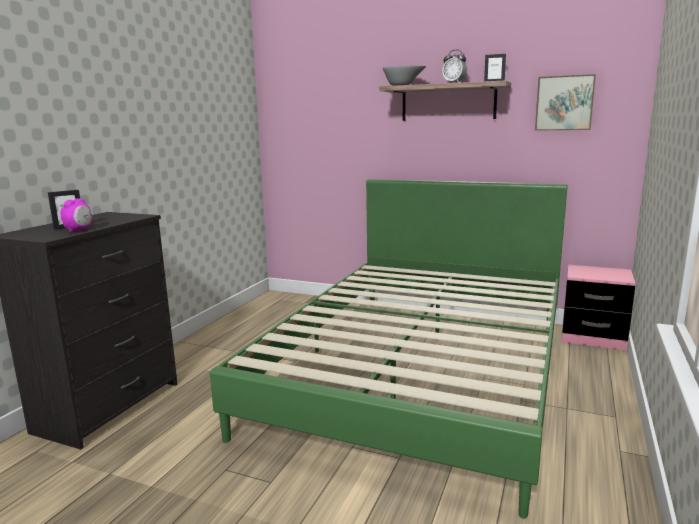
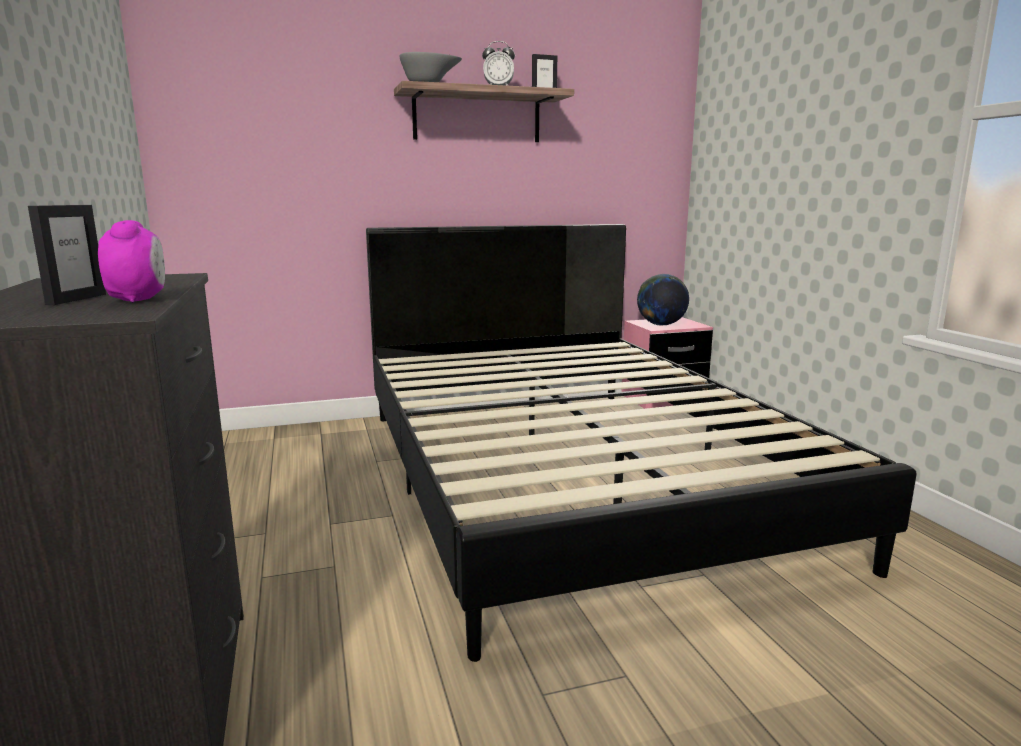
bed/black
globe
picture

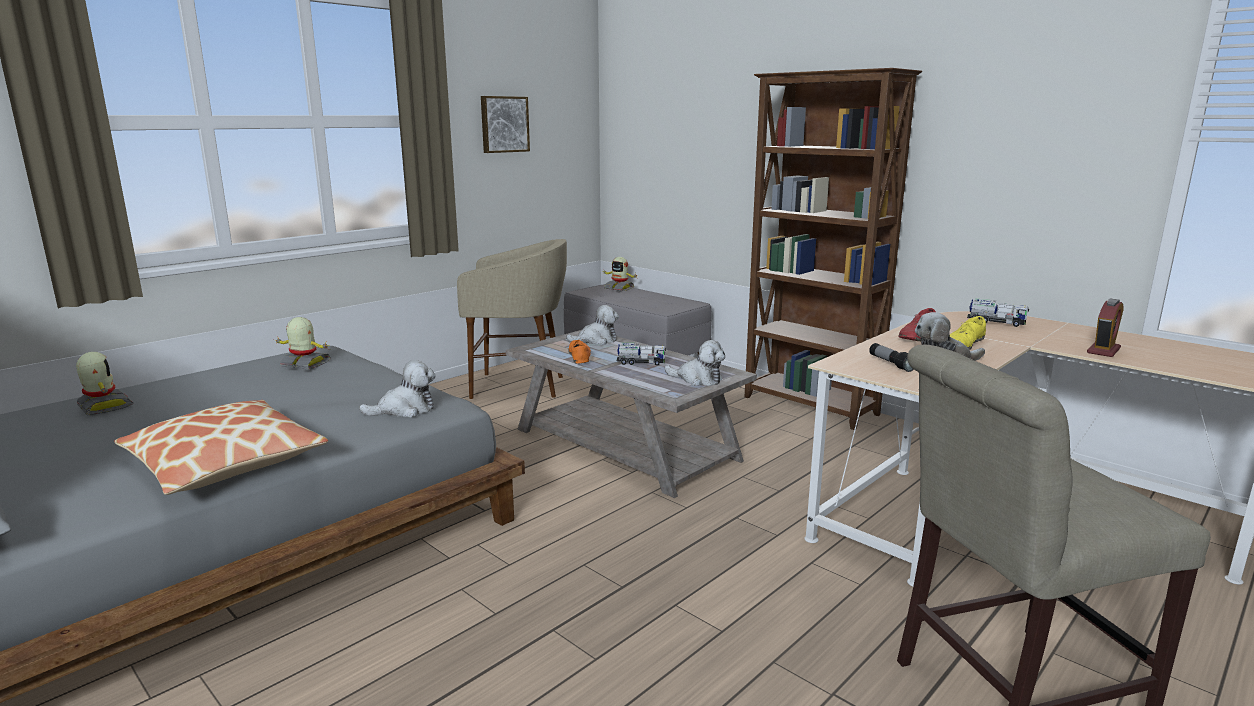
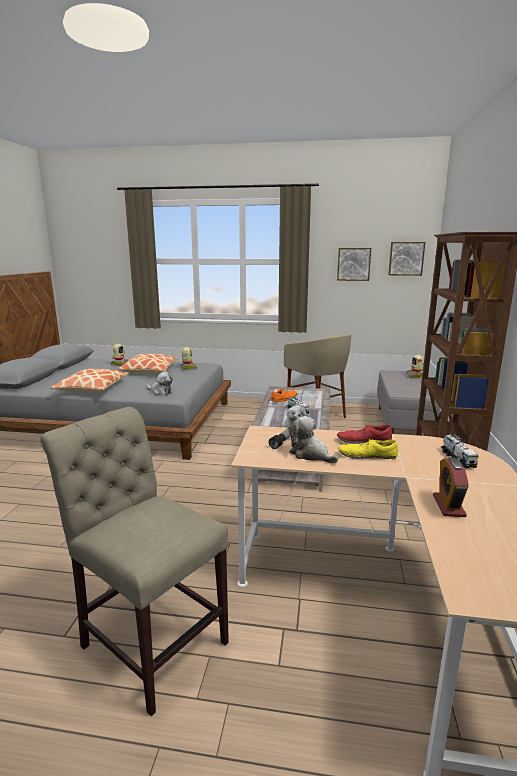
pillow (2nd from left)
picture (2nd from left)
alarm clock
plush toy (2nd from left in the first image)

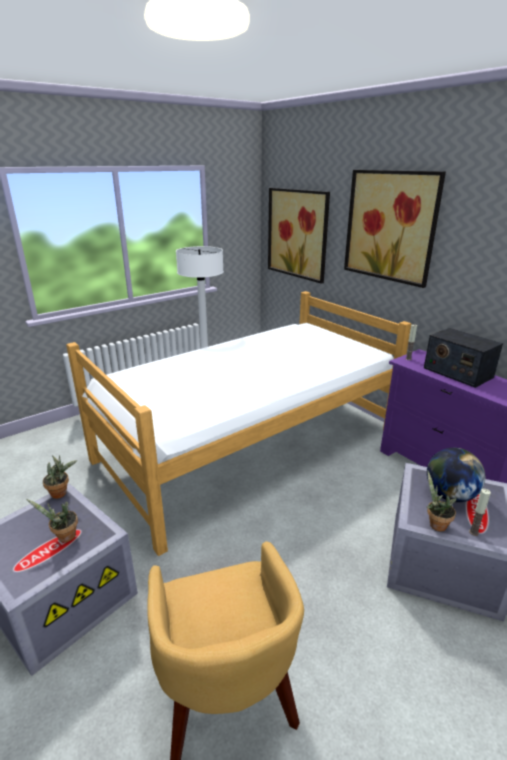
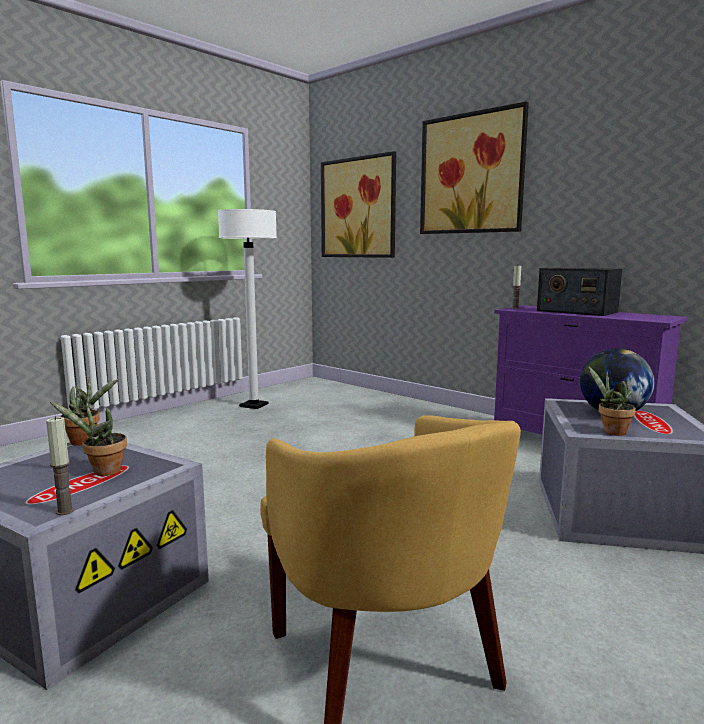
candle (1st from left)
bed

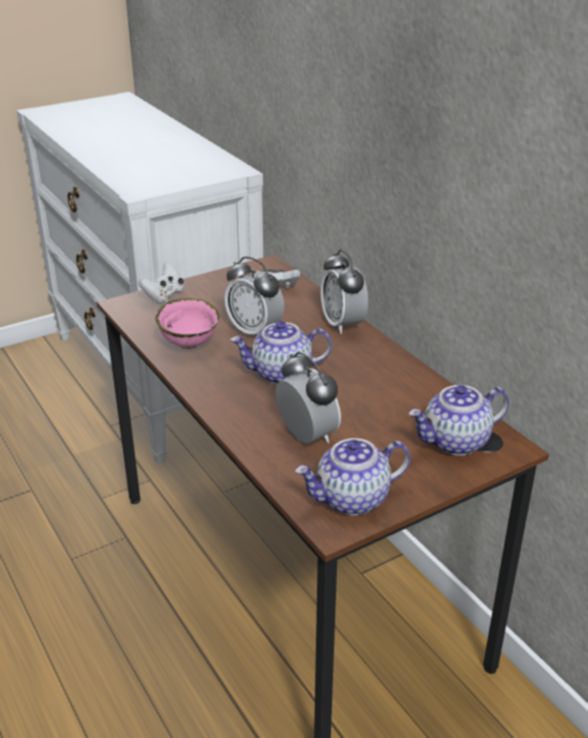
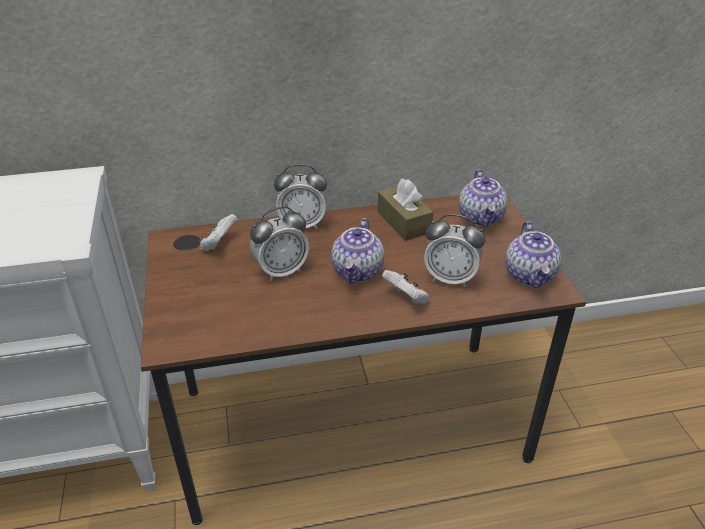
tissue box/brown
game controller/white (2nd from left)
alarm clock (3rd from left)
bowl/pink

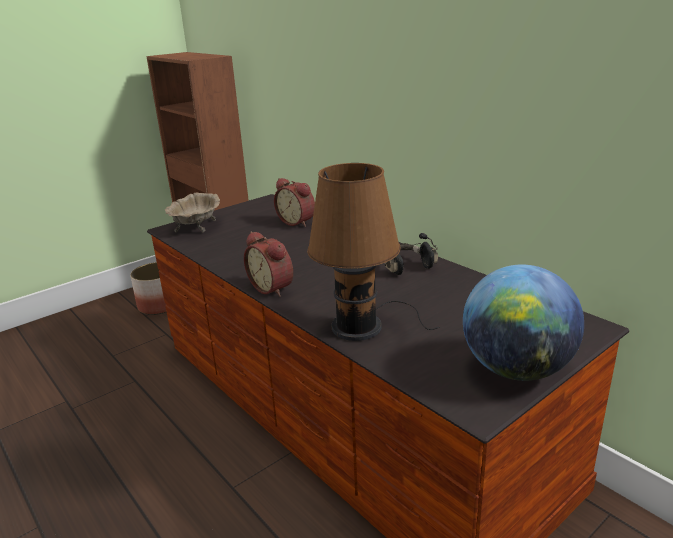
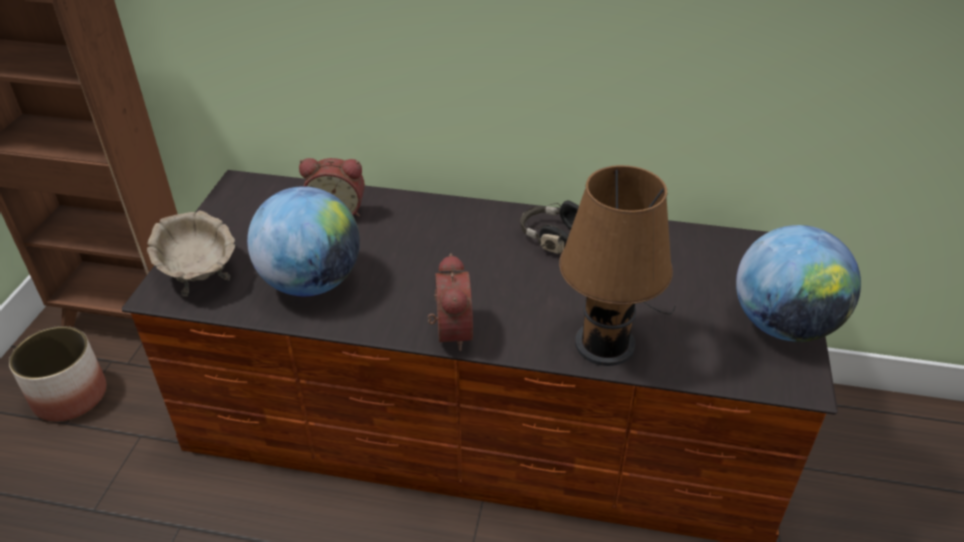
globe (1st from left)
alarm clock (2nd from left)

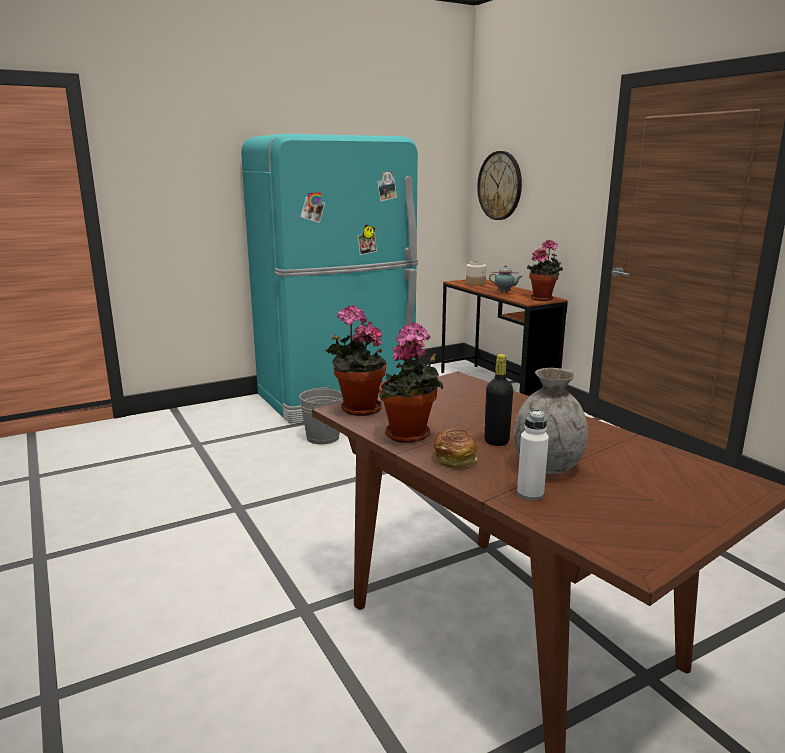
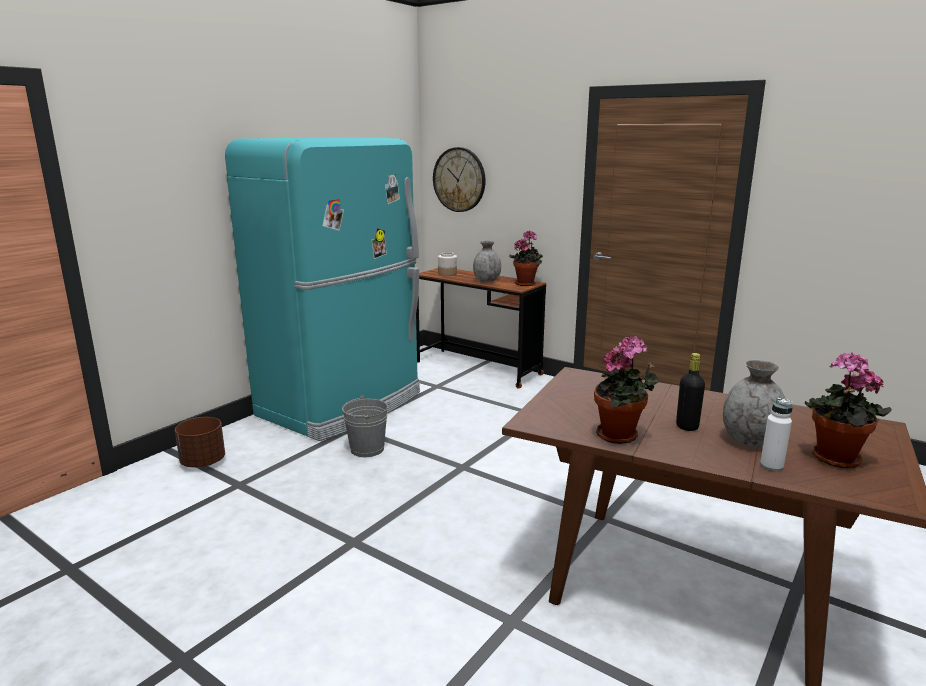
planter/brown
vase/grey (1st from left)
potted plant (3rd from left)
bread

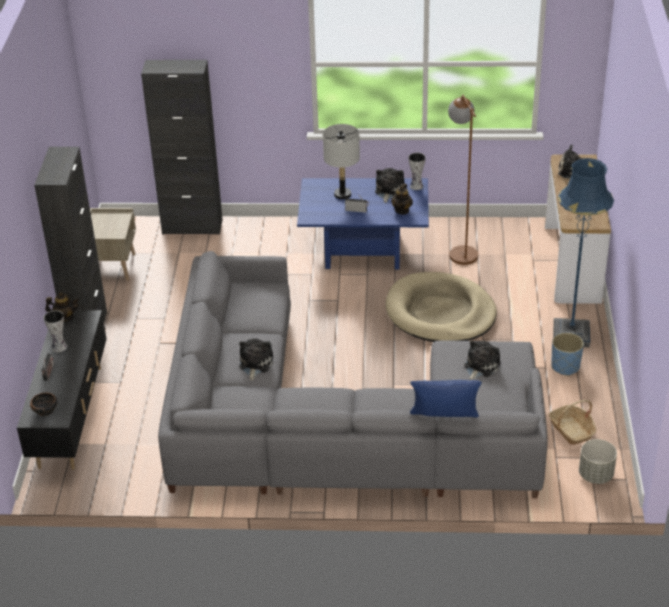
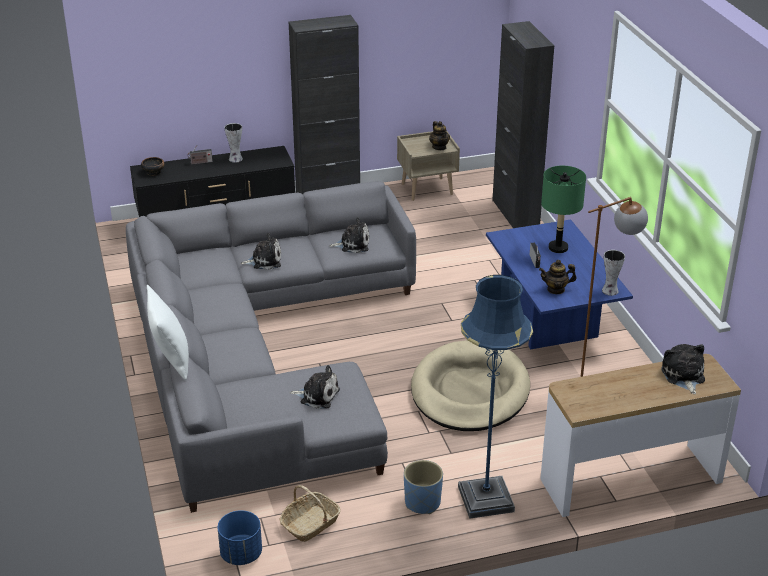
pillow/white
planter/blue (1st from left)
plush toy (3rd from left)
teapot (1st from left)
table lamp/green

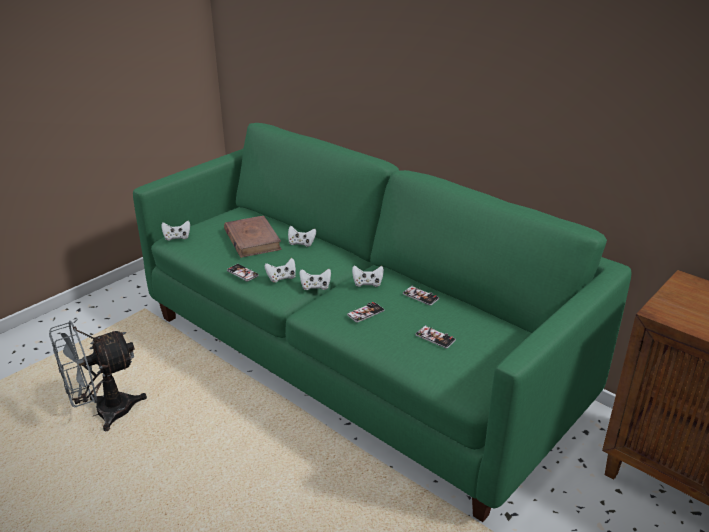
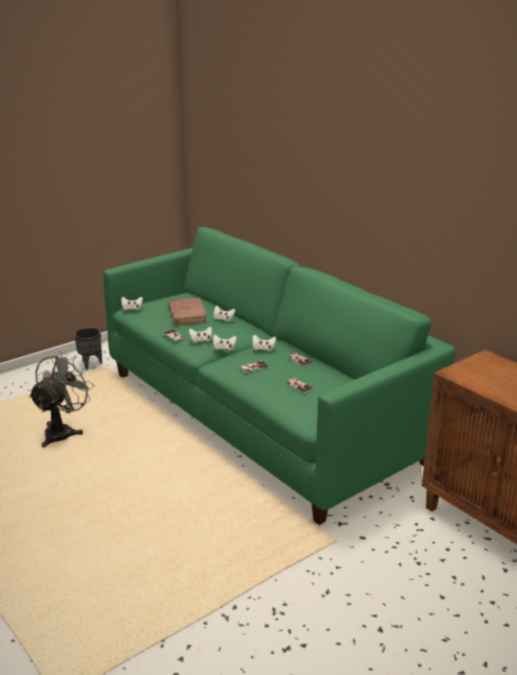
fan/grey
planter/black

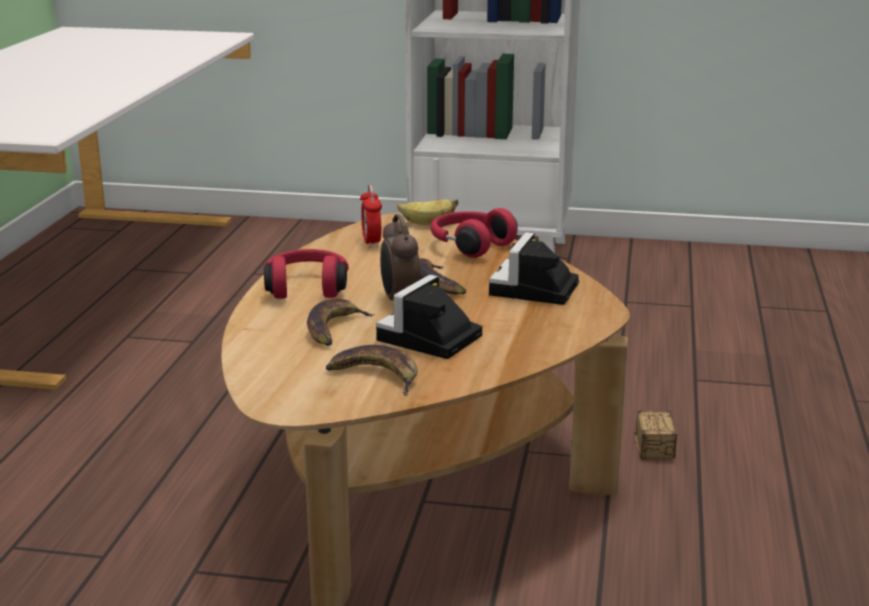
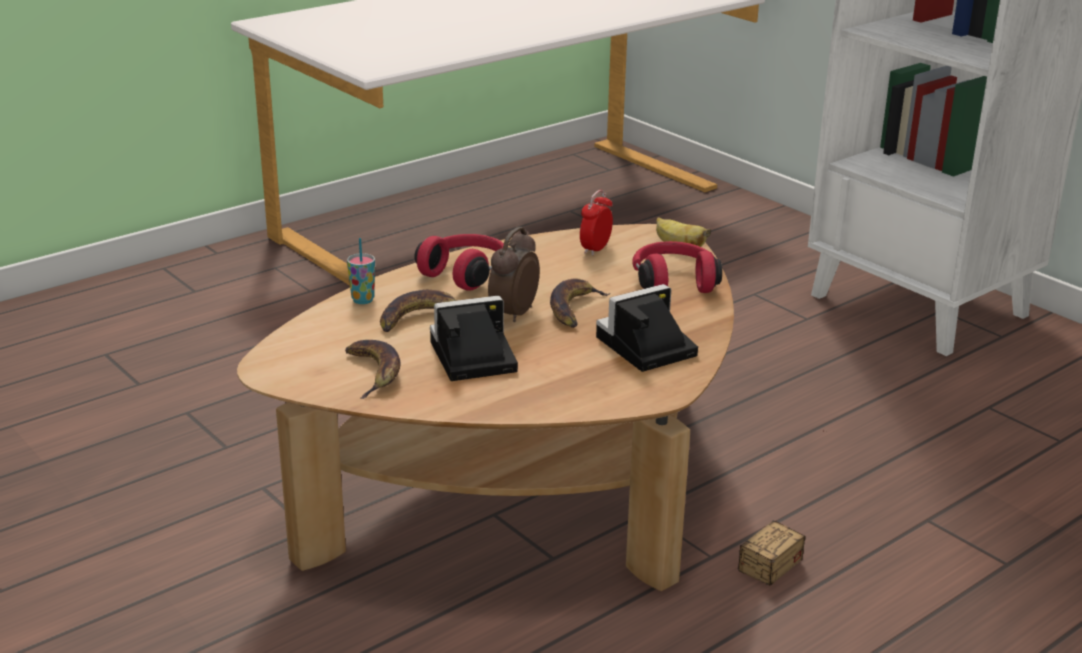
cup

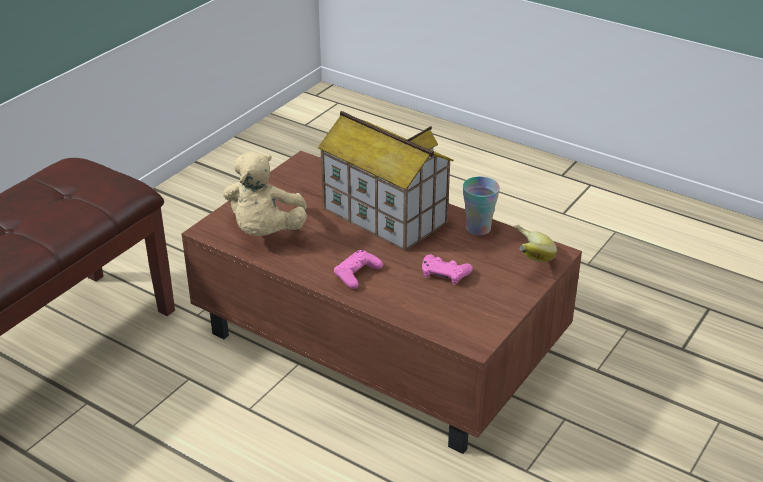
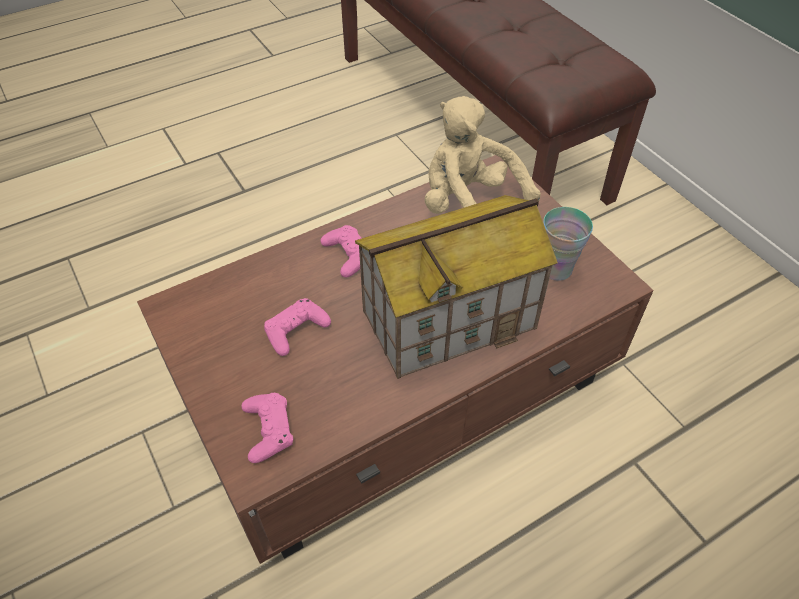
game controller/pink (1st from left)
cup

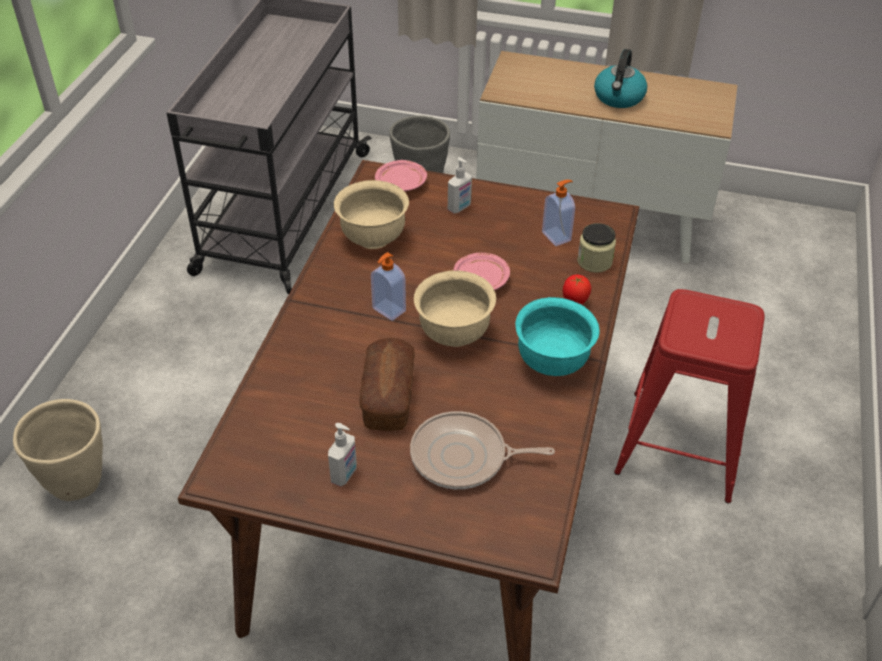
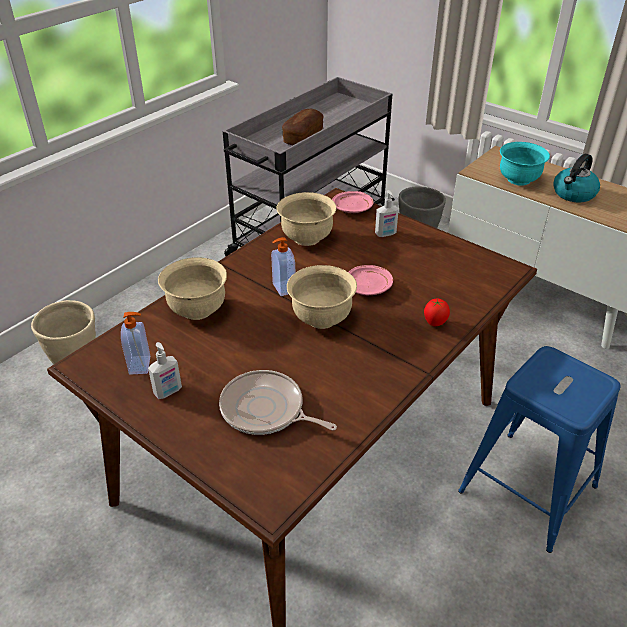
soap dispenser (1st from left)
bowl/beige (1st from left)
bread
stool/blue
bowl/turquoise
jar

